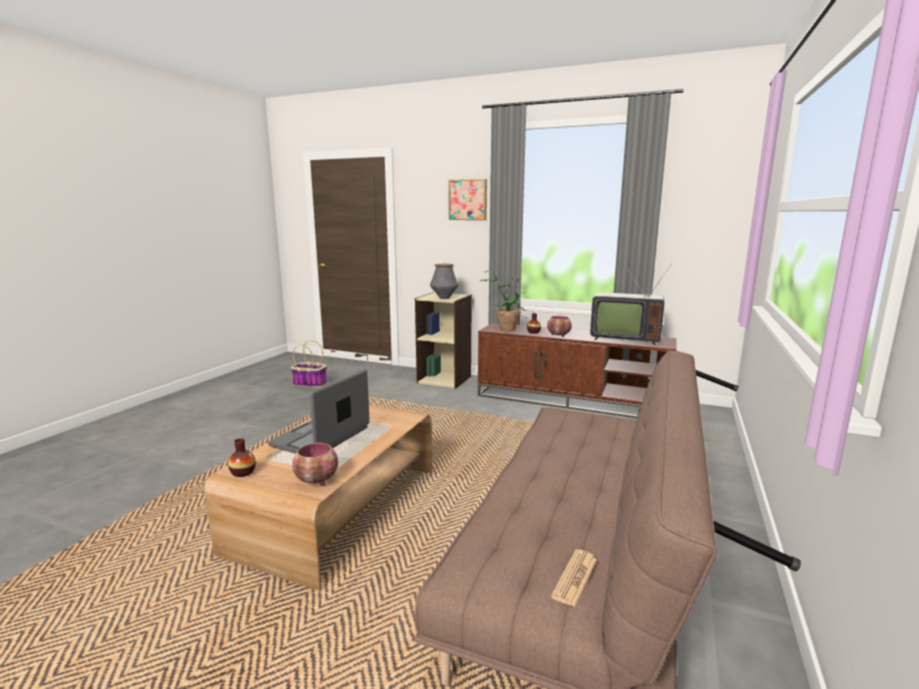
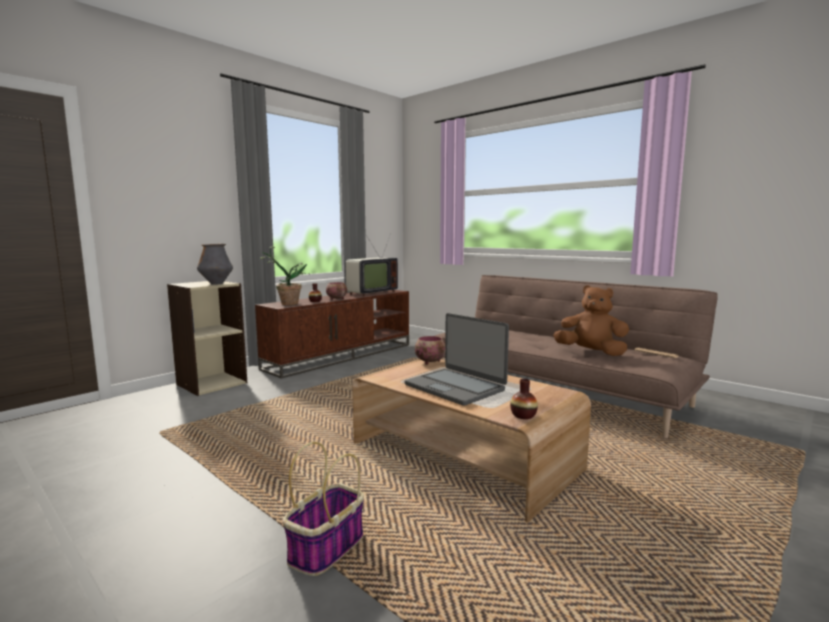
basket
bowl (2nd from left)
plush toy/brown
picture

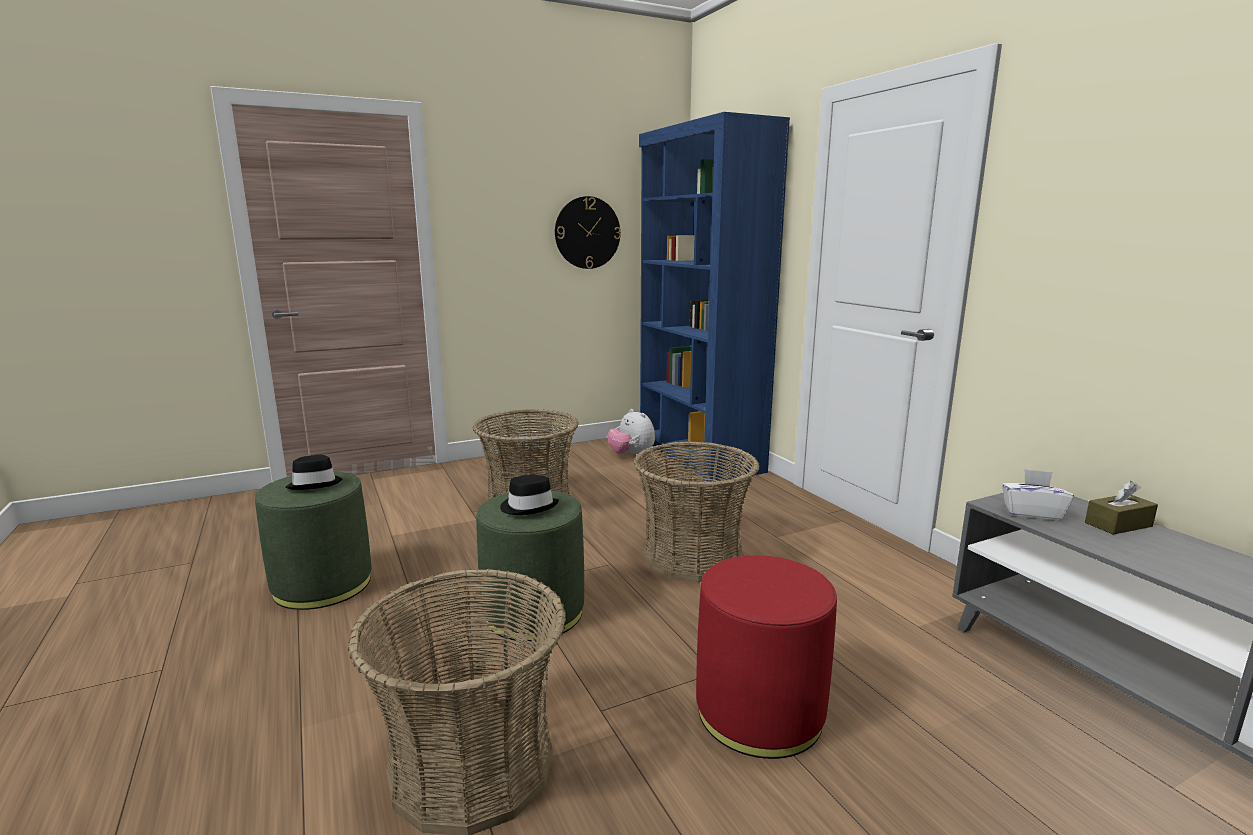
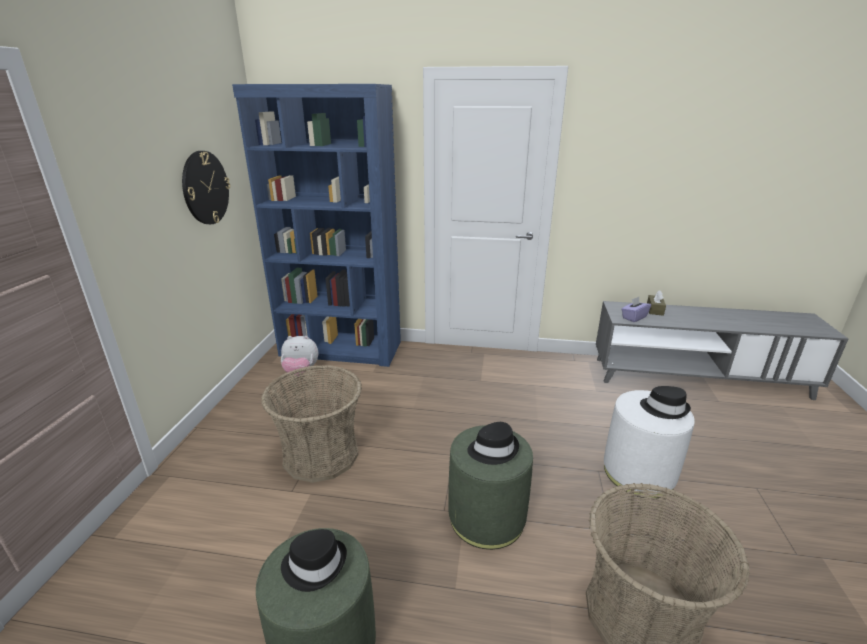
ottoman/white
tissue box/purple
hat/black (3rd from left)
basket (3rd from left in the first image)

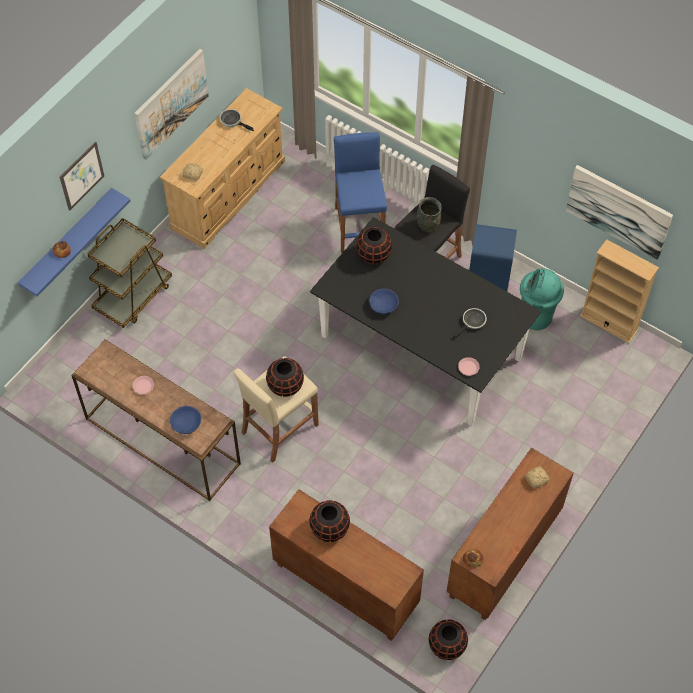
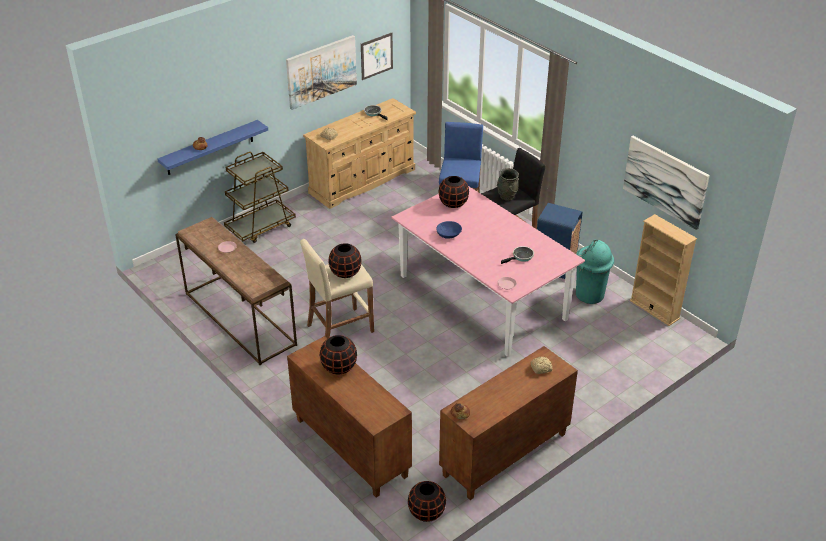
picture (2nd from left)
dining table/pink
bowl/blue (1st from left in the first image)

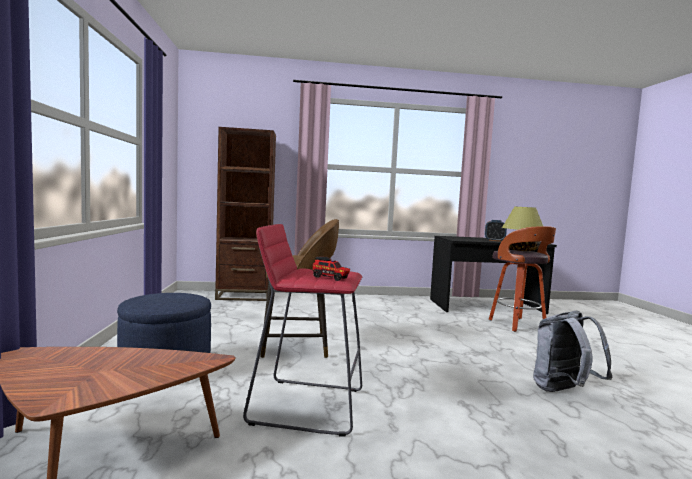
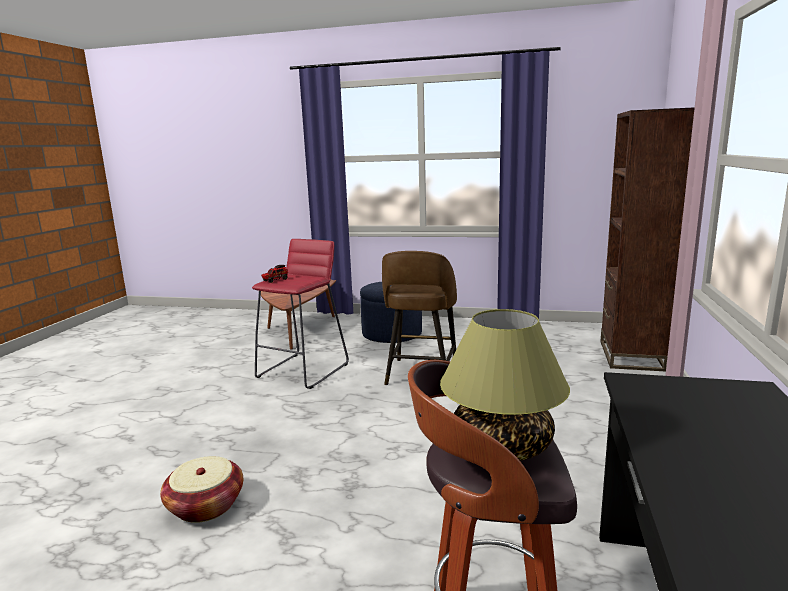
basket
alarm clock

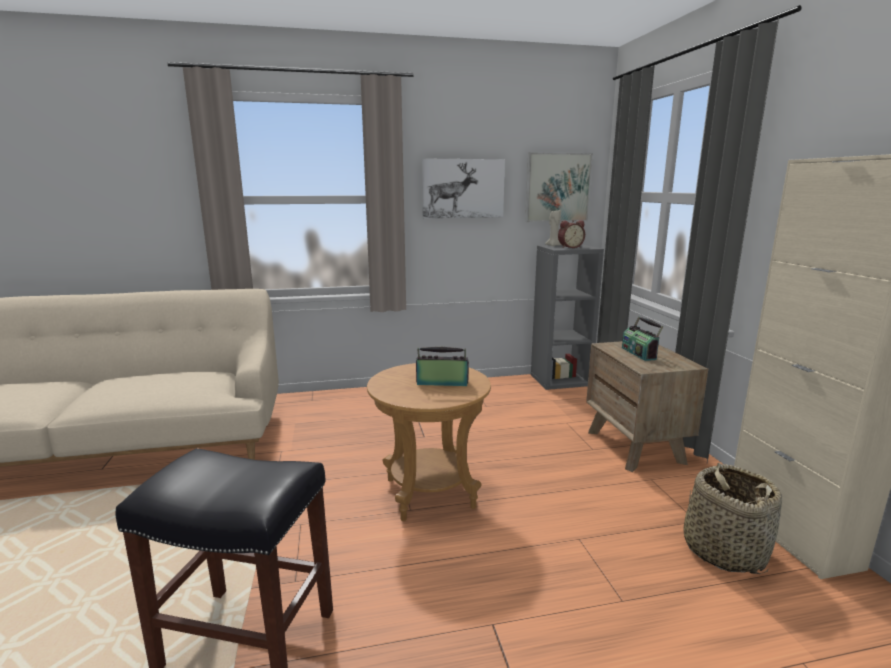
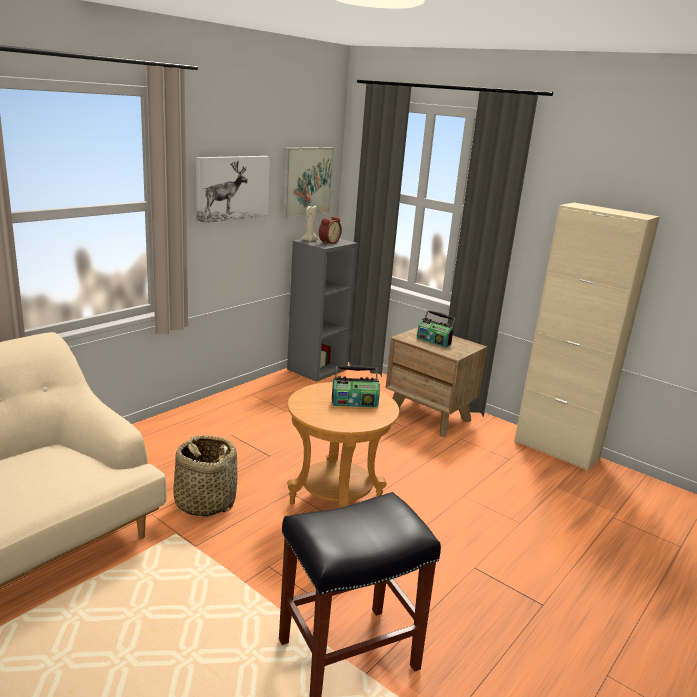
basket
radio (1st from left)

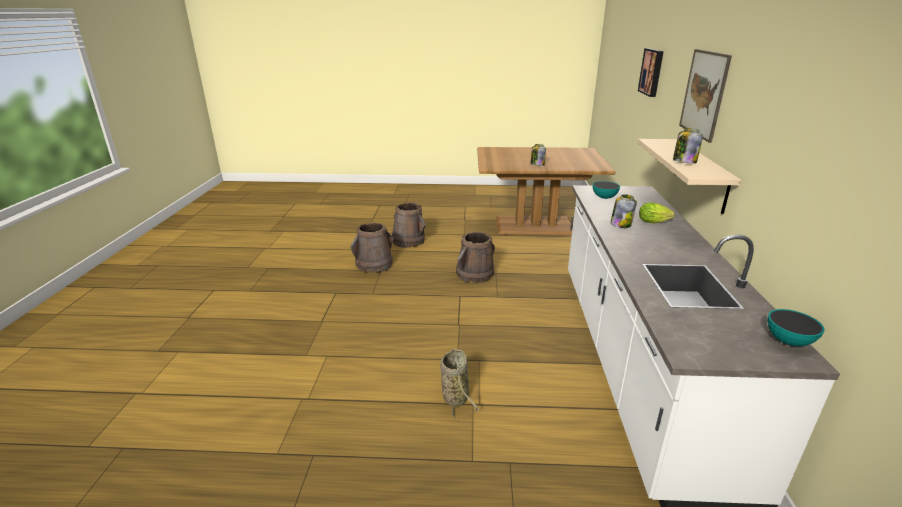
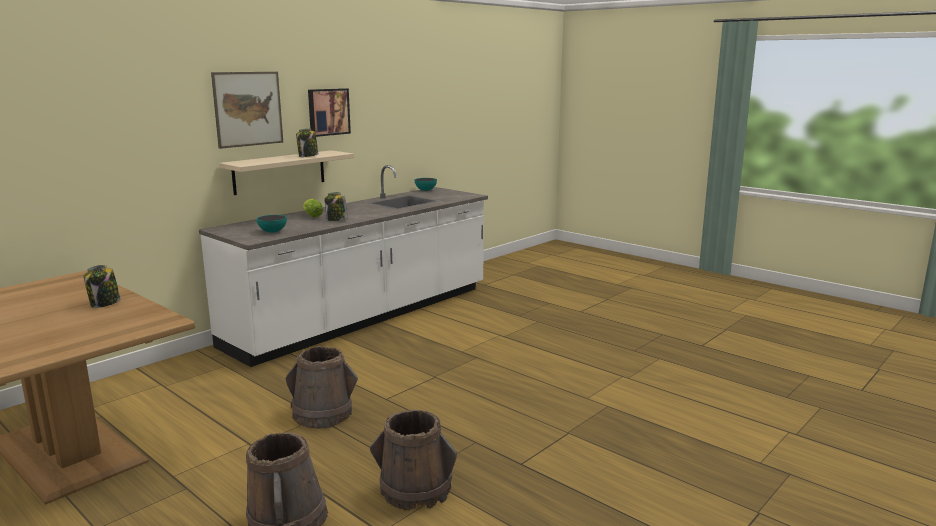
picture (2nd from left)
basket

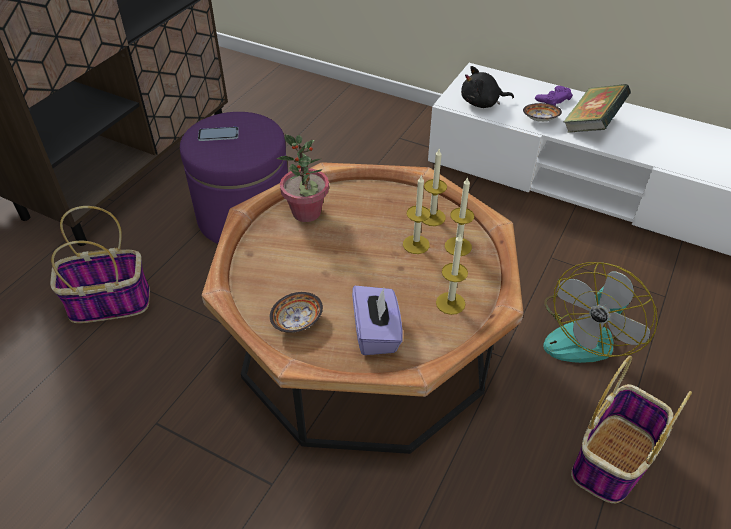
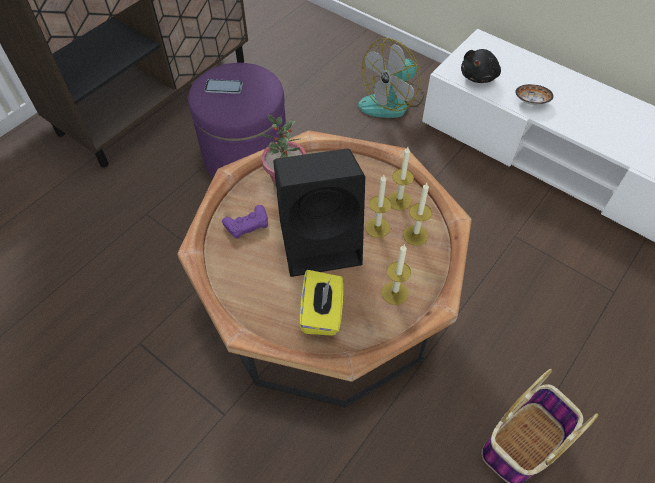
game controller/purple
speaker/black
tissue box/yellow
fan
plush toy/black
basket (1st from left in the first image)
bowl (1st from left in the first image)
book

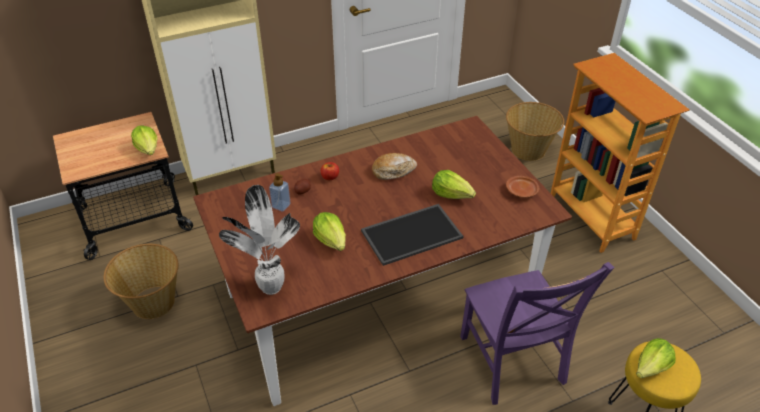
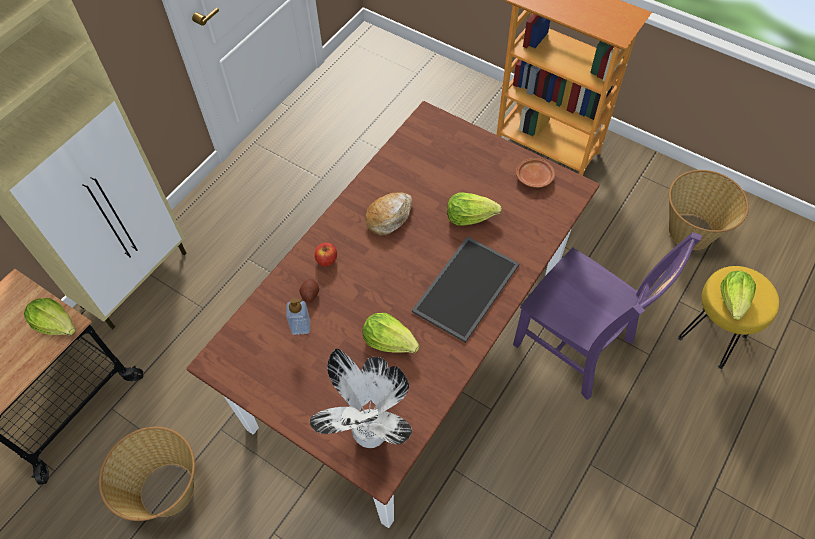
basket (2nd from left)

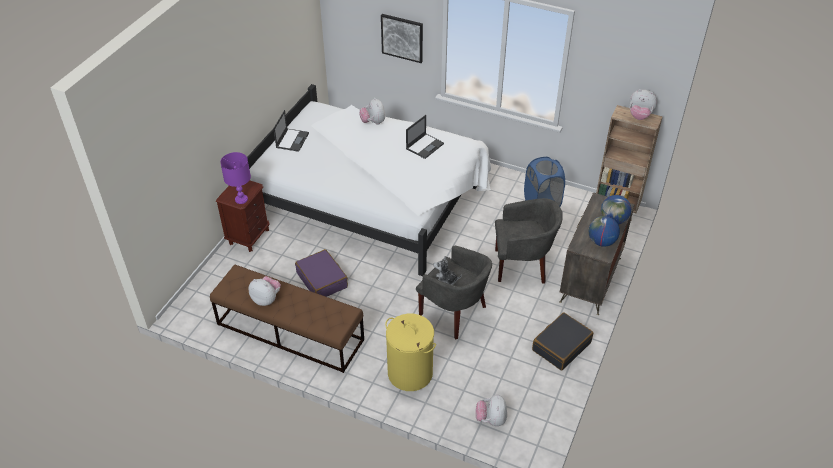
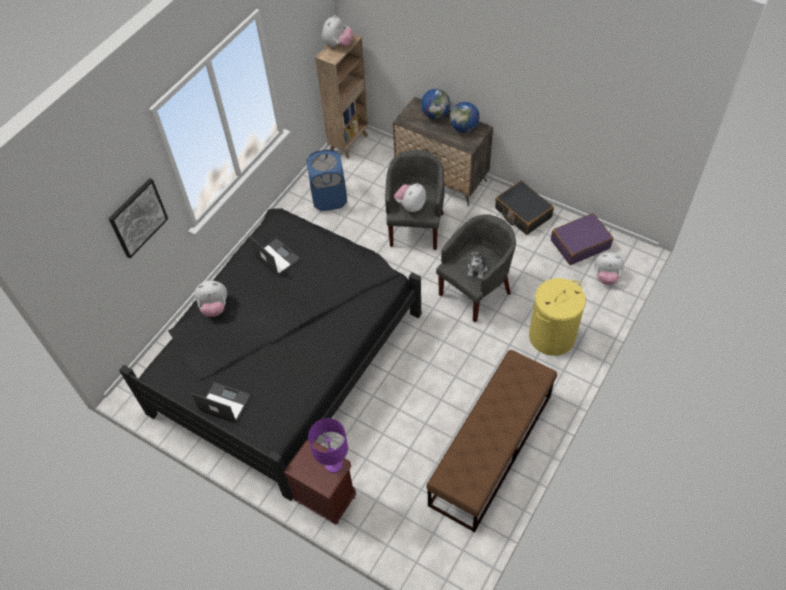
bed/black
plush toy (3rd from left)
suitcase/purple

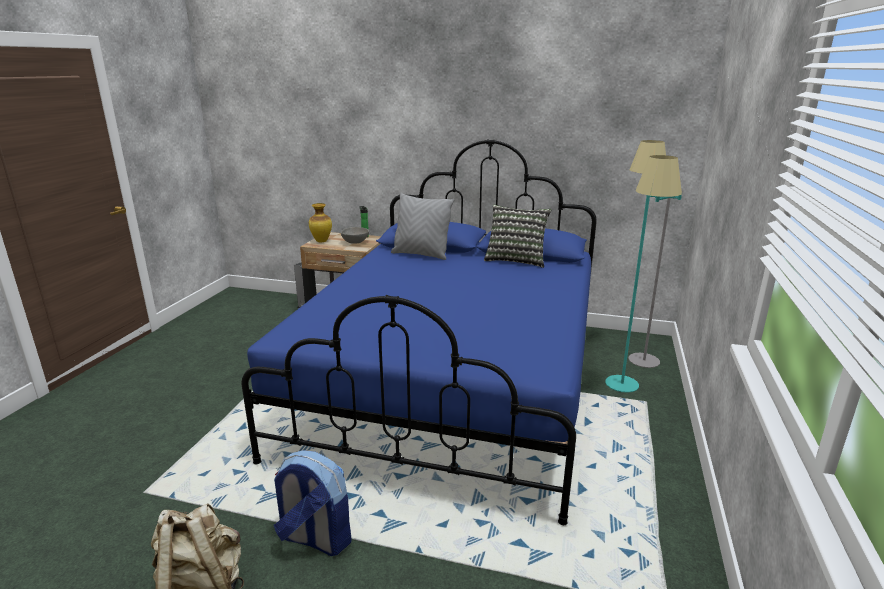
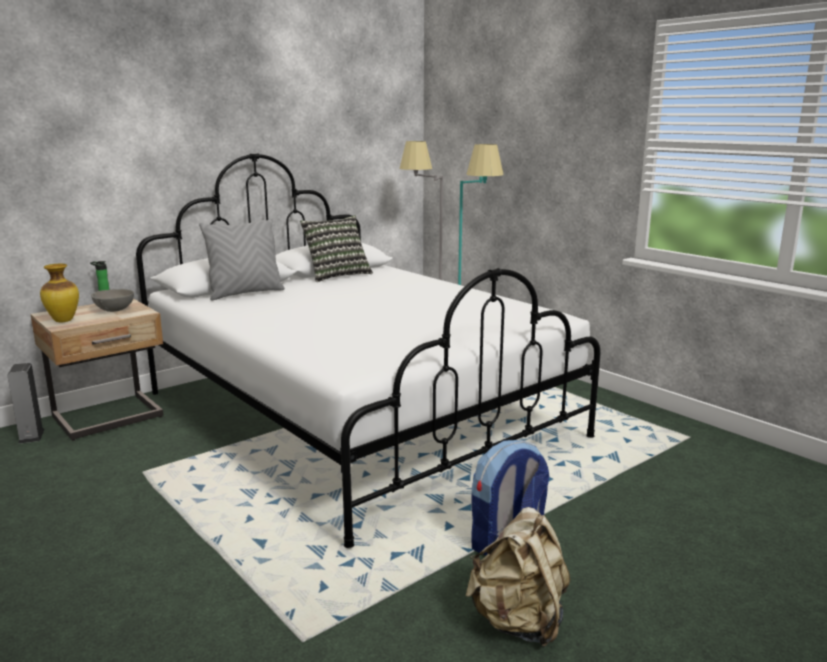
bed/white

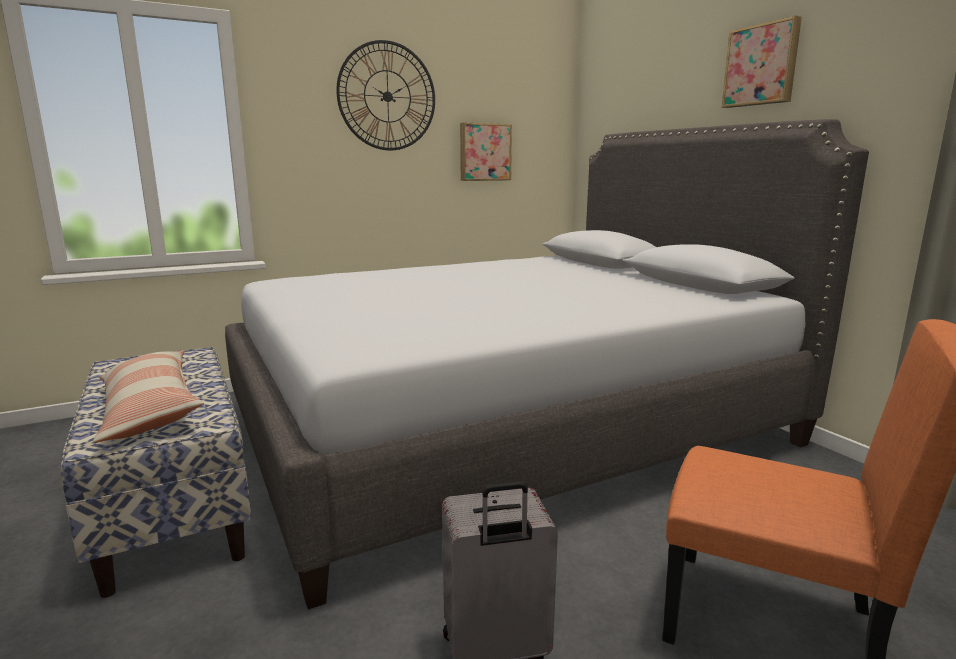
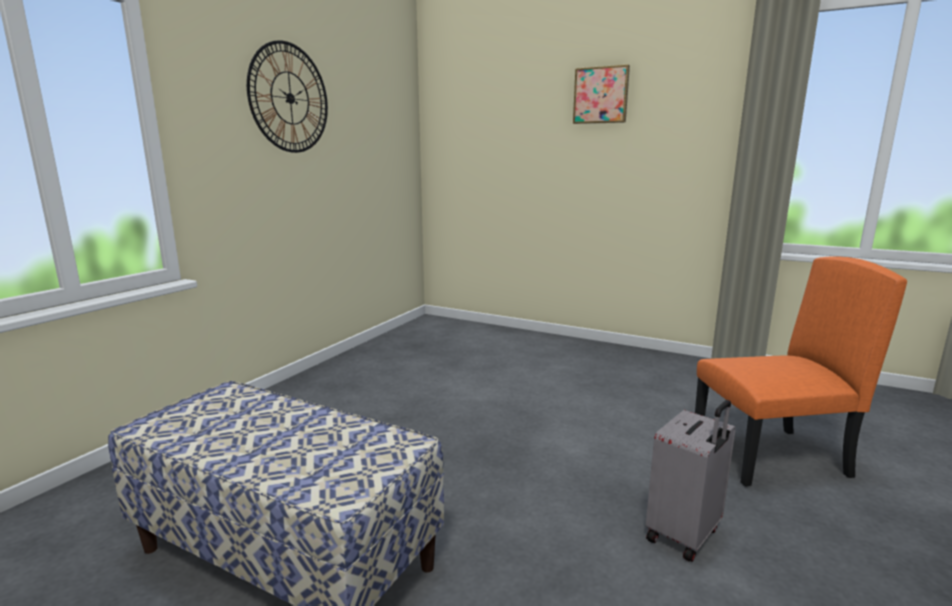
pillow
bed/grey
picture (1st from left in the first image)

